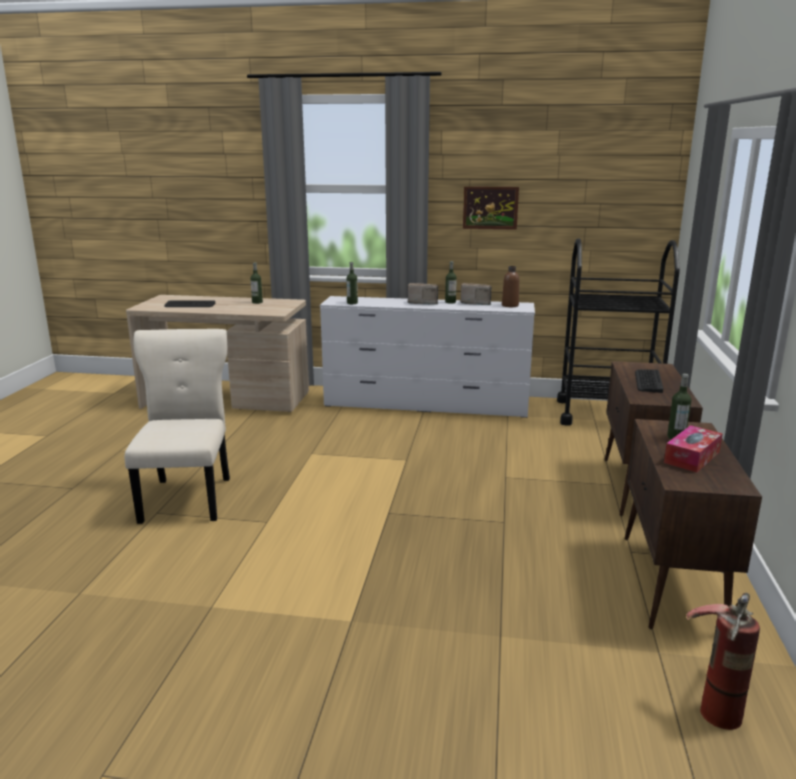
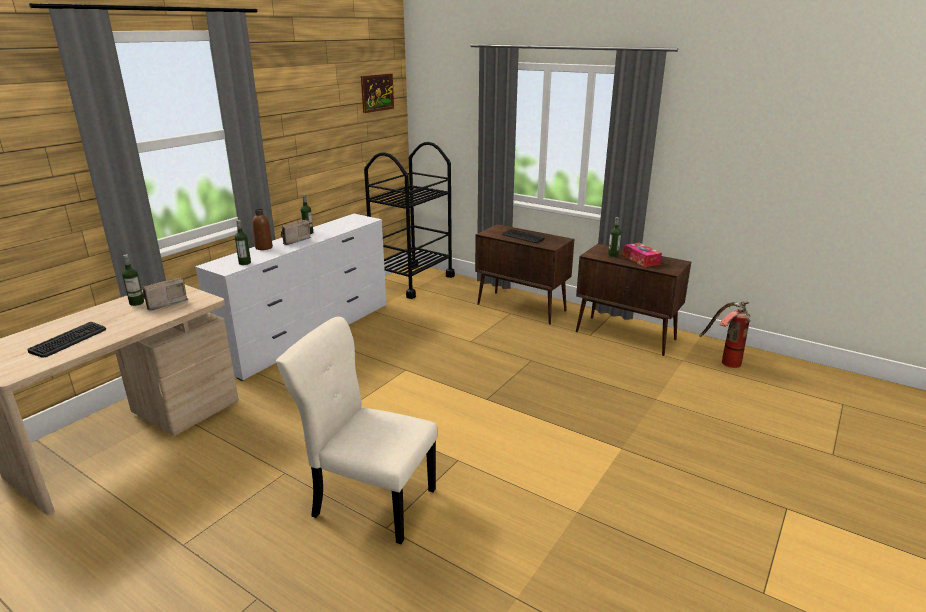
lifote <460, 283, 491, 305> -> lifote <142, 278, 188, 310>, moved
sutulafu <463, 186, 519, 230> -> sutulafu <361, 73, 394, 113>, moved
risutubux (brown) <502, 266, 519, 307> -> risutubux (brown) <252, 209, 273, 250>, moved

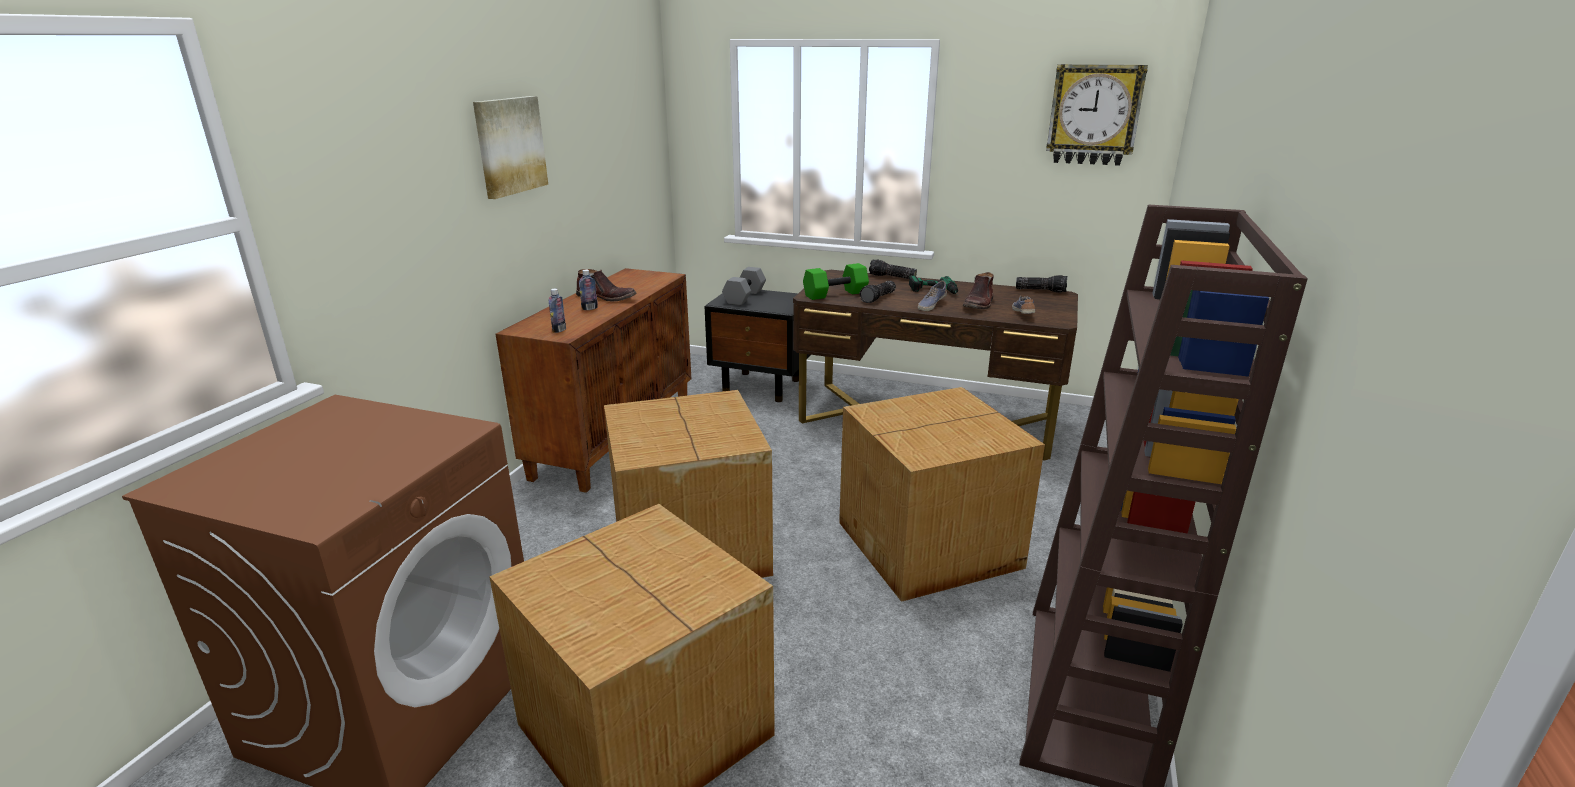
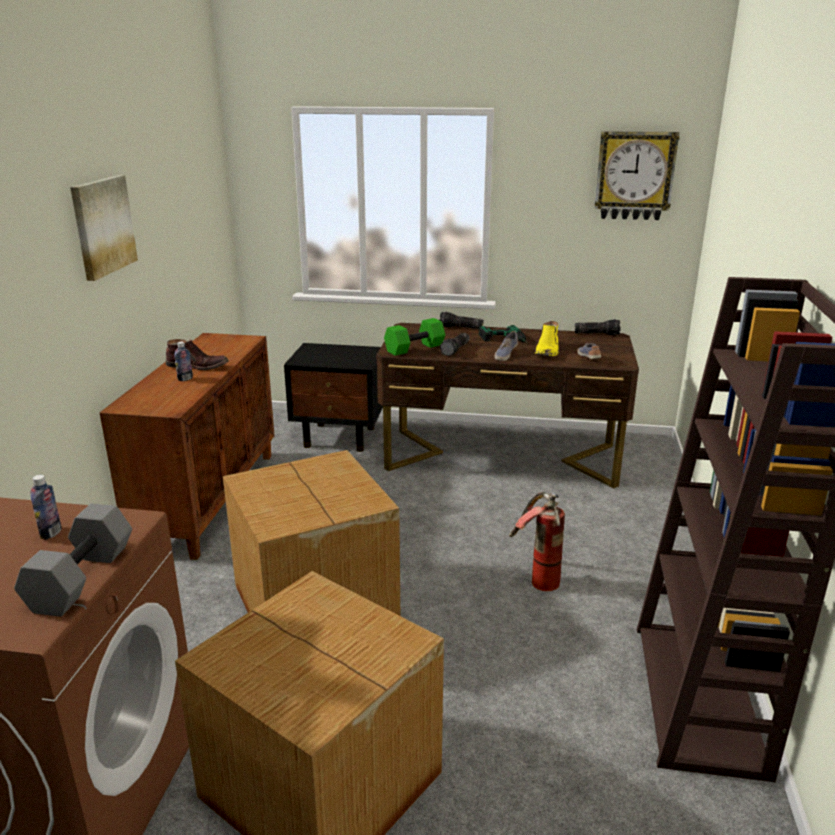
risutubux <549, 289, 566, 333> -> risutubux <30, 475, 62, 540>, moved
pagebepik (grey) <722, 267, 766, 305> -> pagebepik (grey) <14, 503, 132, 617>, moved
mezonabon <839, 387, 1045, 602> -> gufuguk <509, 492, 565, 591>
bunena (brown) <963, 272, 994, 309> -> bunena (yellow) <535, 321, 558, 356>

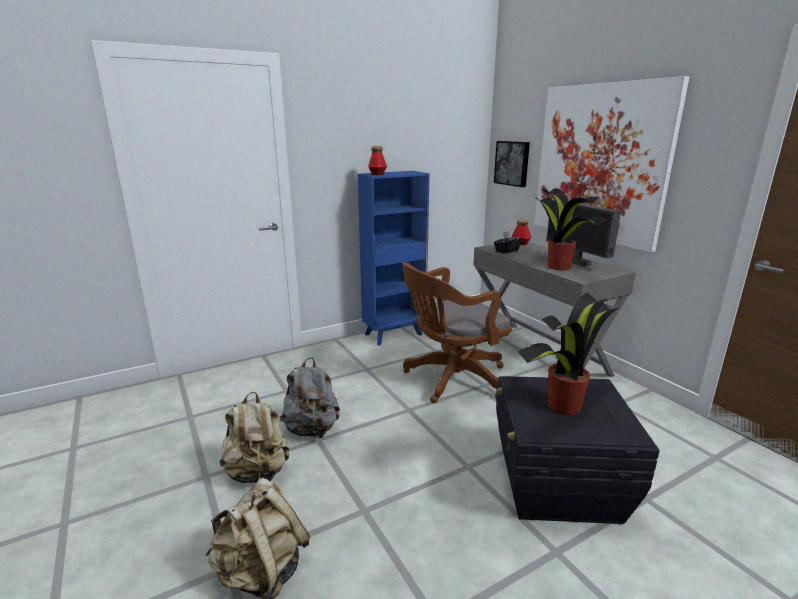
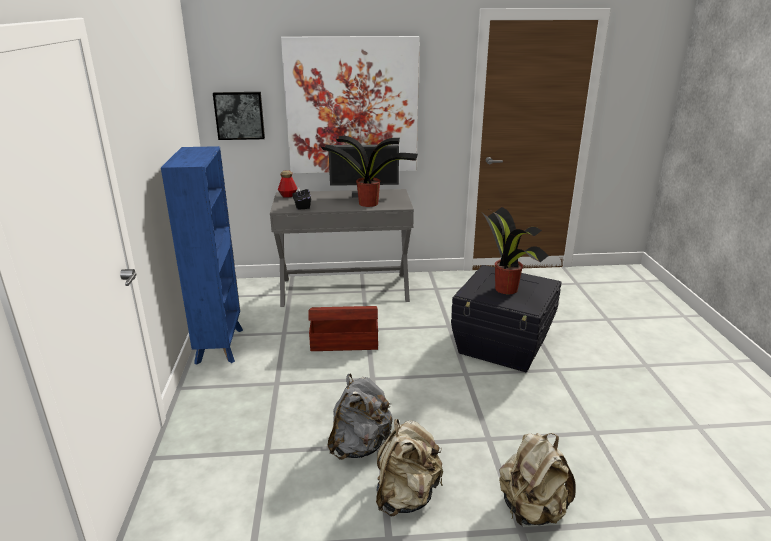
risutubux <368, 146, 387, 175> -> none
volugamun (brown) <402, 262, 512, 403> -> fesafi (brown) <308, 306, 378, 351>

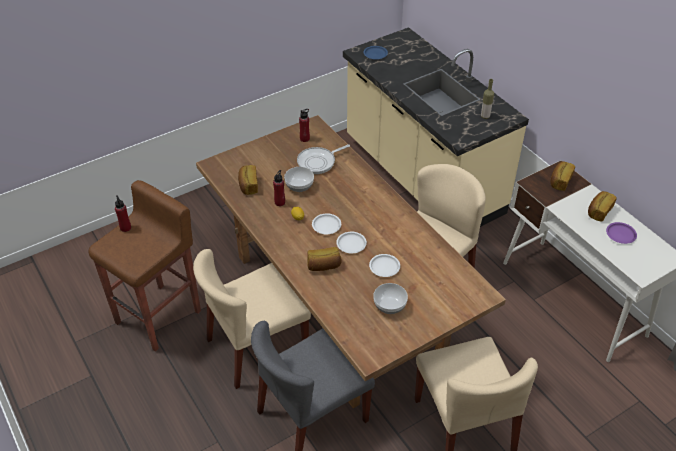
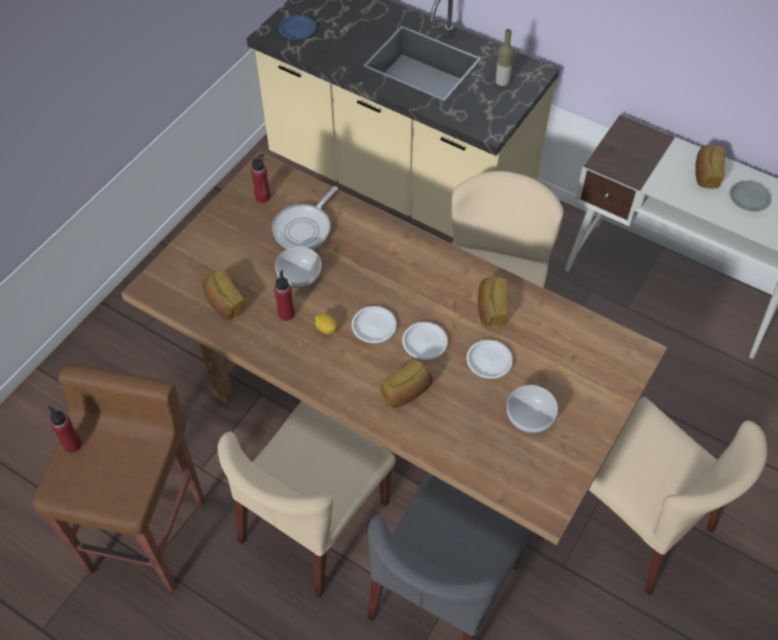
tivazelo <550, 162, 575, 191> -> tivazelo <478, 277, 508, 326>, moved
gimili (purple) <606, 222, 637, 244> -> gimili (grey) <729, 181, 771, 212>

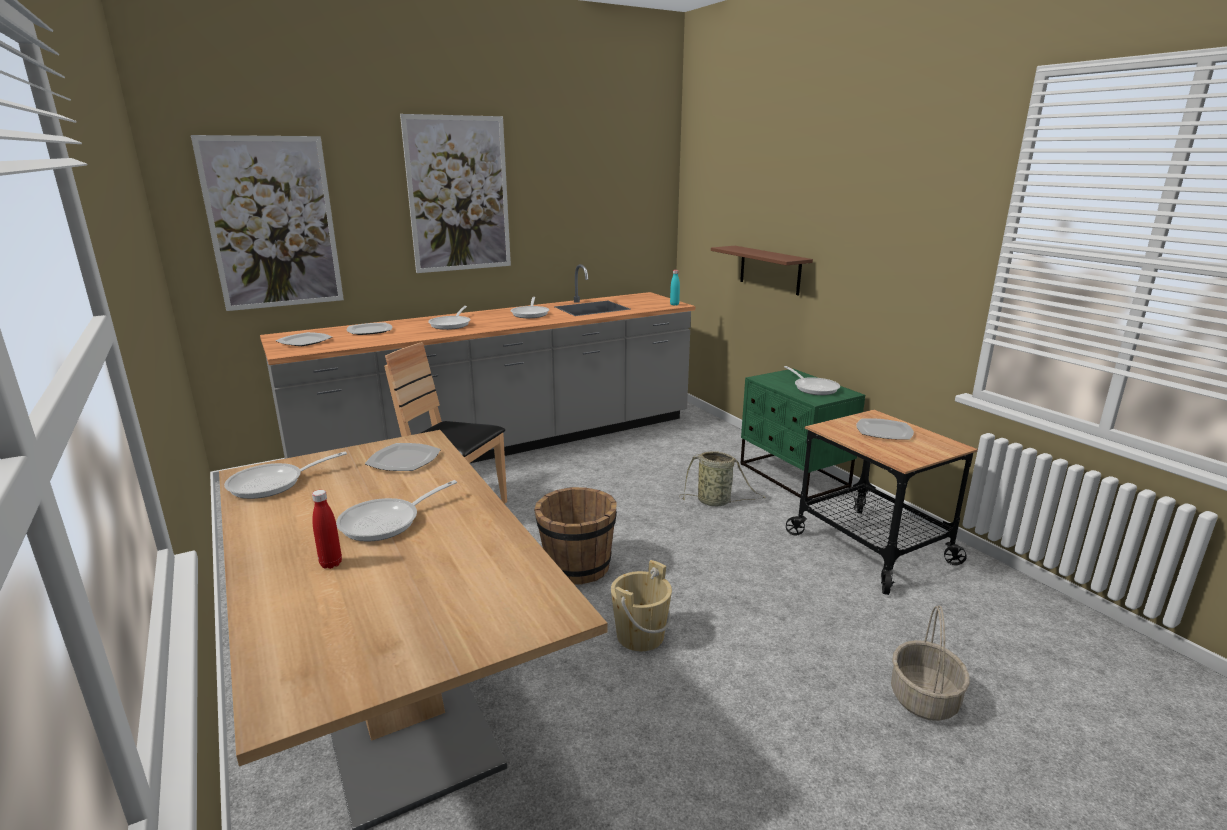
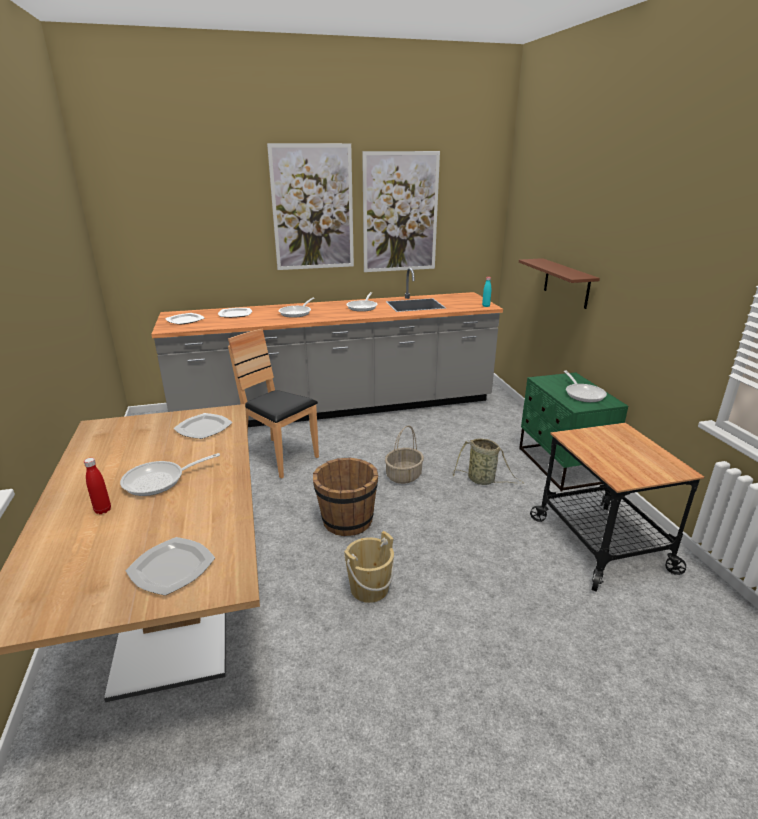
sutulafu <191, 135, 344, 311> -> sutulafu <362, 151, 440, 272>, moved
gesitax <224, 452, 347, 499> -> none
gimili <856, 418, 914, 440> -> gimili <125, 537, 215, 596>, moved
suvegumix <891, 605, 970, 721> -> suvegumix <385, 425, 424, 484>, moved

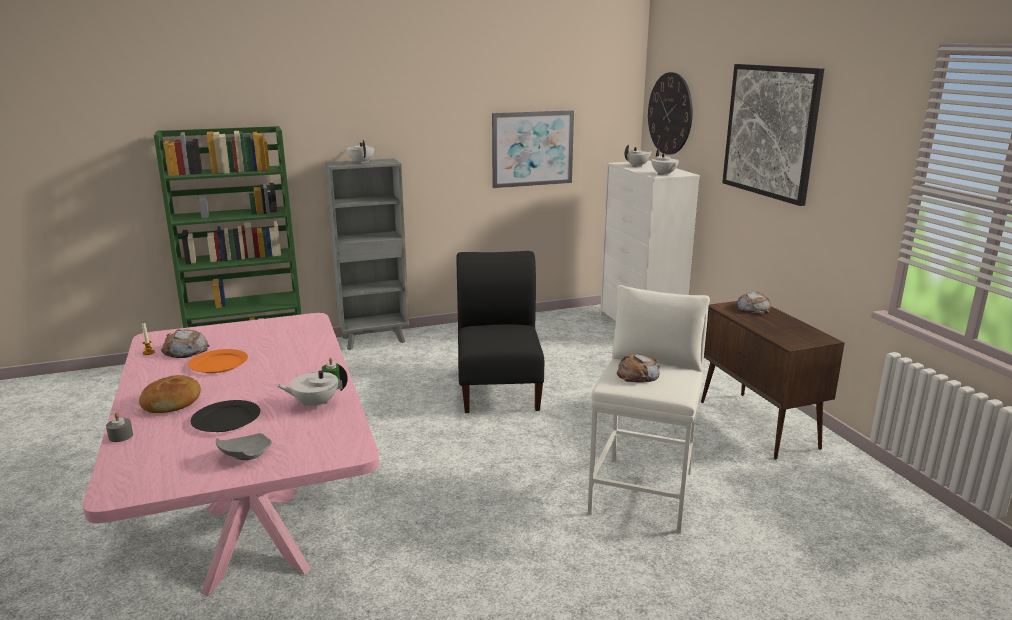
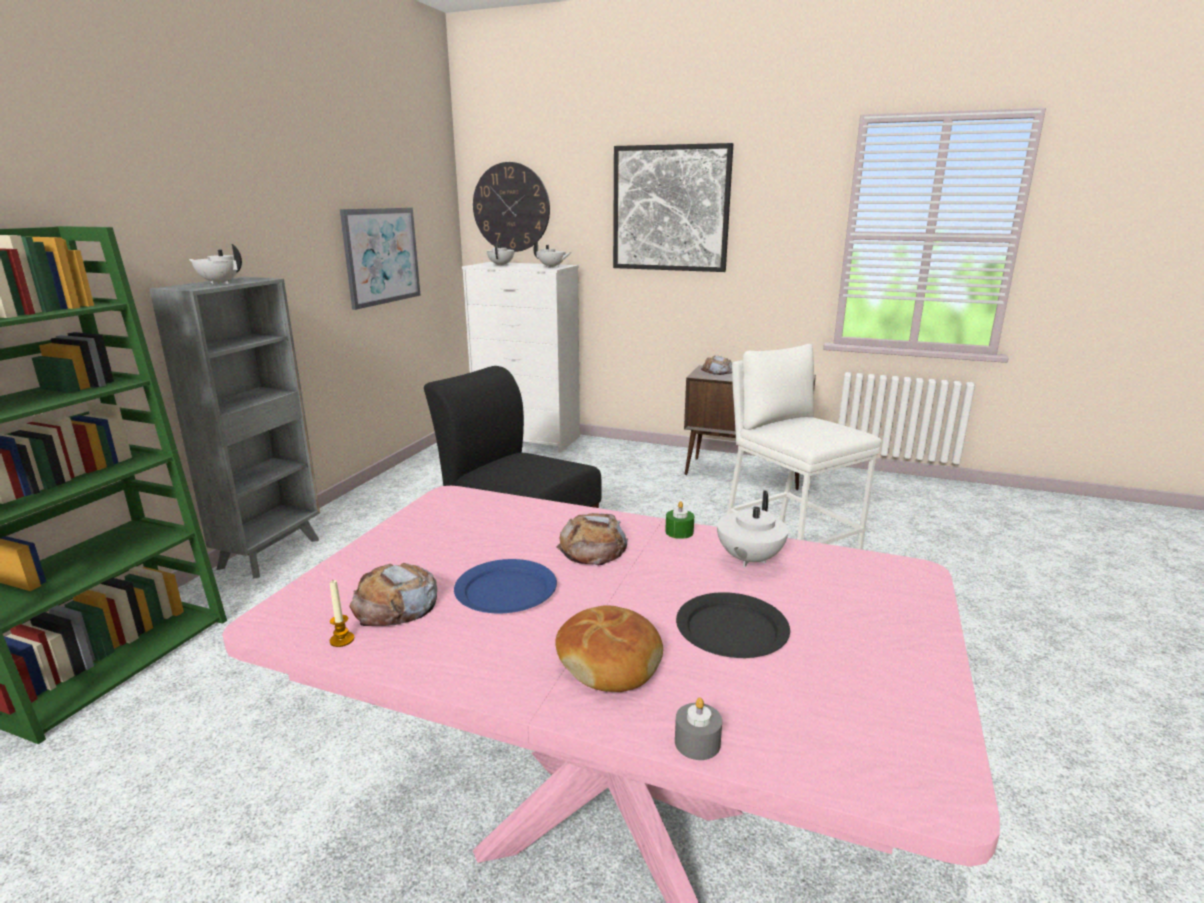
gimili (orange) <188, 349, 248, 373> -> gimili (blue) <454, 559, 557, 613>
gimili (grey) <216, 433, 272, 460> -> none
tivazelo <617, 354, 660, 383> -> tivazelo <556, 513, 628, 566>, moved

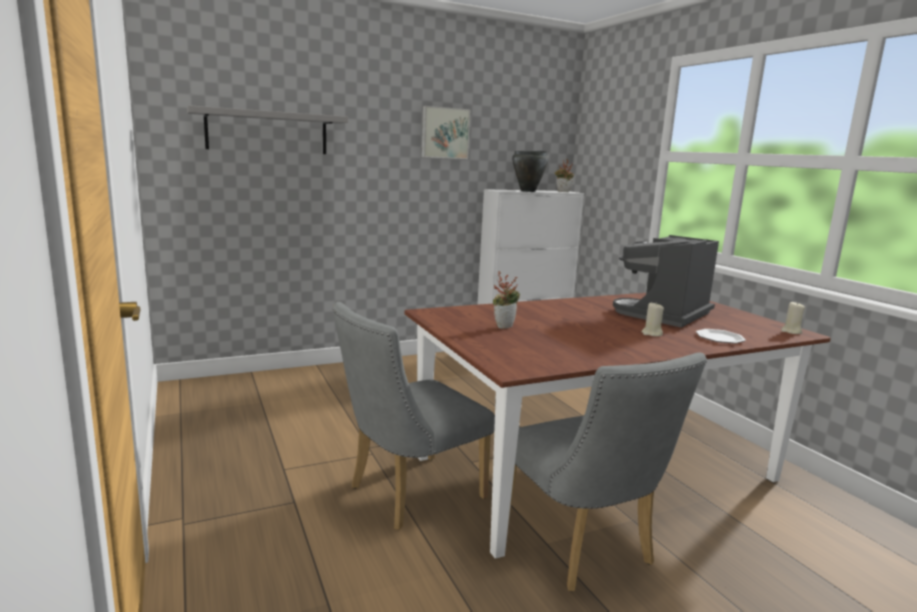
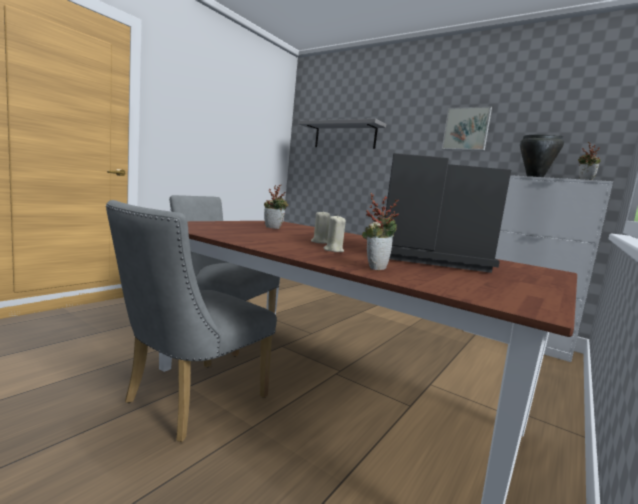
gimili <696, 329, 746, 344> -> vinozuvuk <362, 193, 399, 270>
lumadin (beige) <781, 302, 805, 334> -> lumadin (beige) <311, 210, 330, 244>, moved

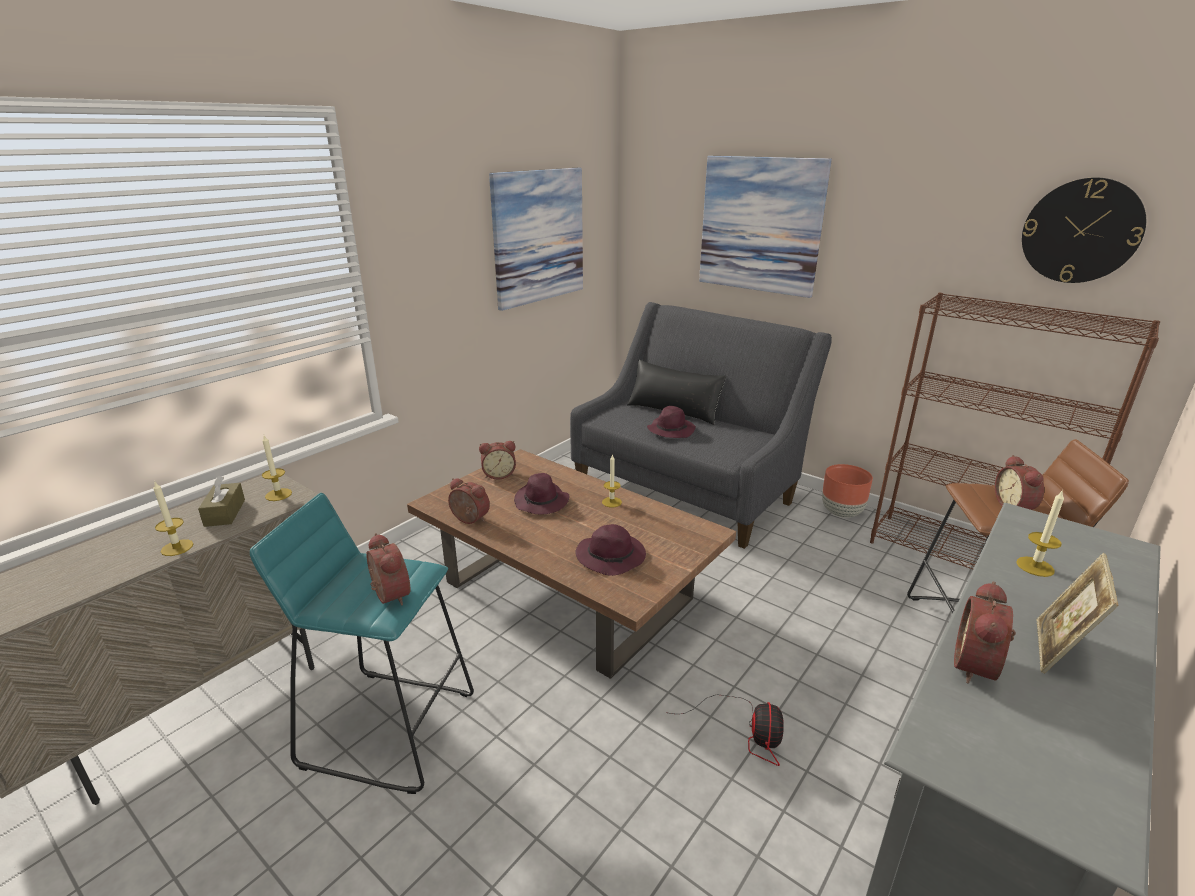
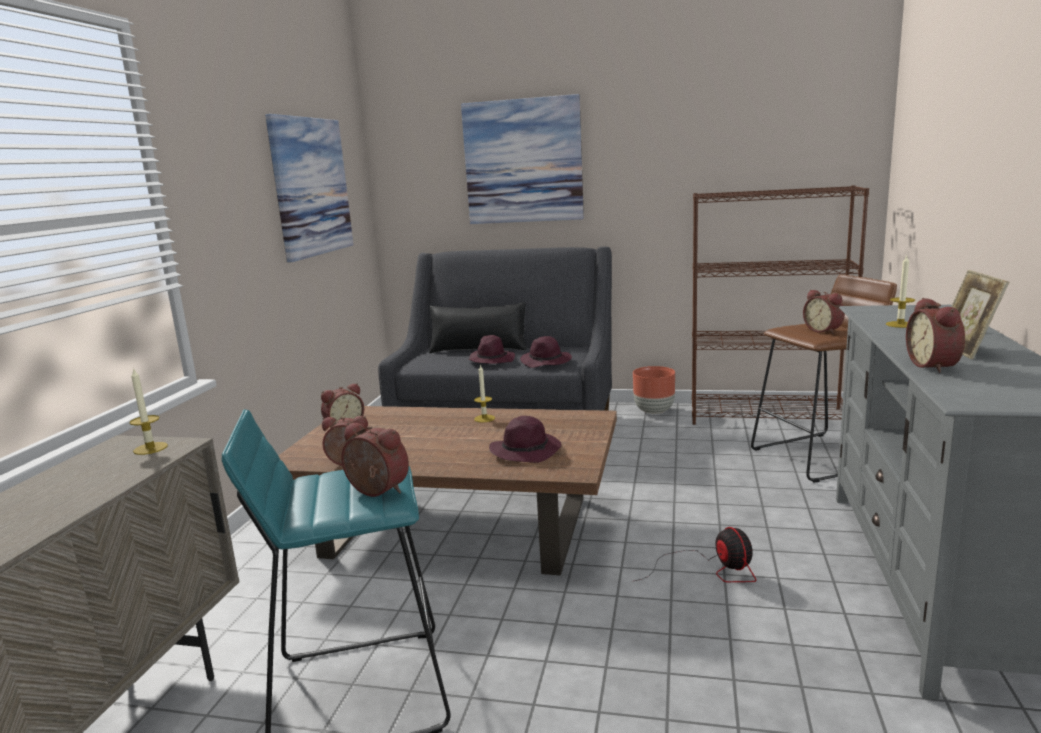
lumadin <153, 482, 193, 556> -> none
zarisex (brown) <198, 476, 245, 527> -> none
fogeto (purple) <514, 473, 570, 514> -> fogeto (purple) <520, 336, 572, 368>, moved
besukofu <1022, 178, 1146, 283> -> none

